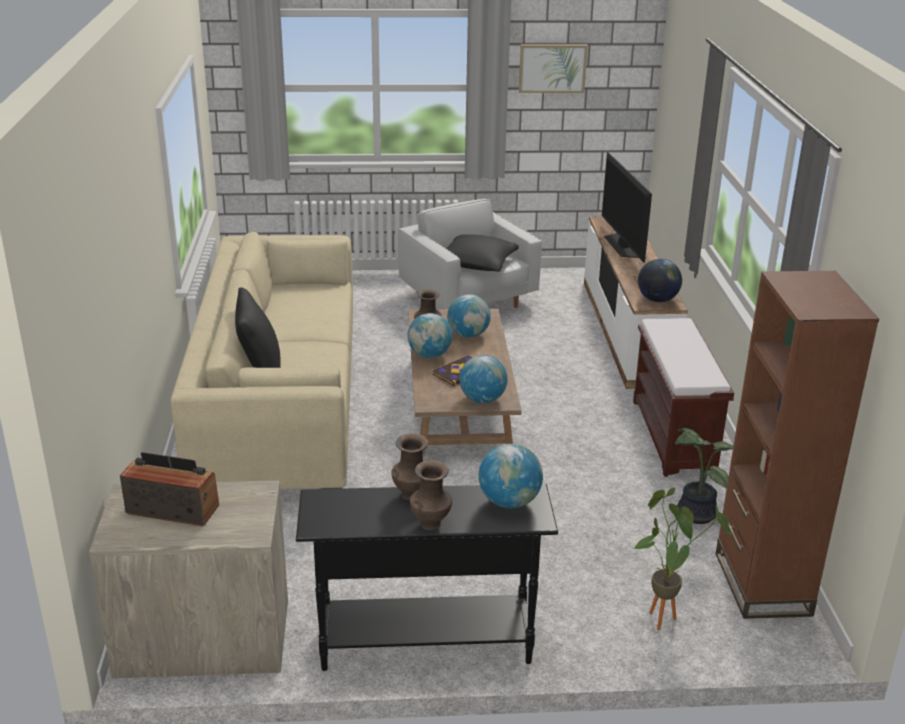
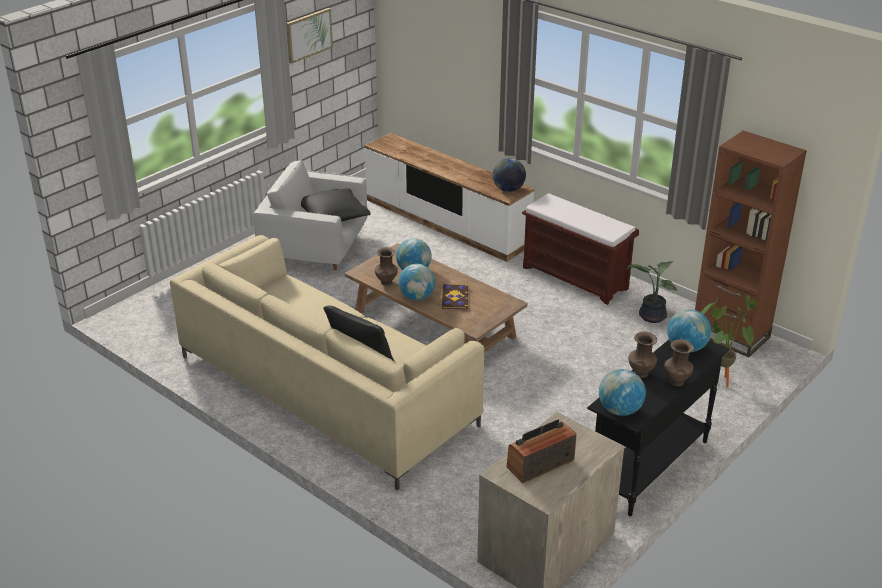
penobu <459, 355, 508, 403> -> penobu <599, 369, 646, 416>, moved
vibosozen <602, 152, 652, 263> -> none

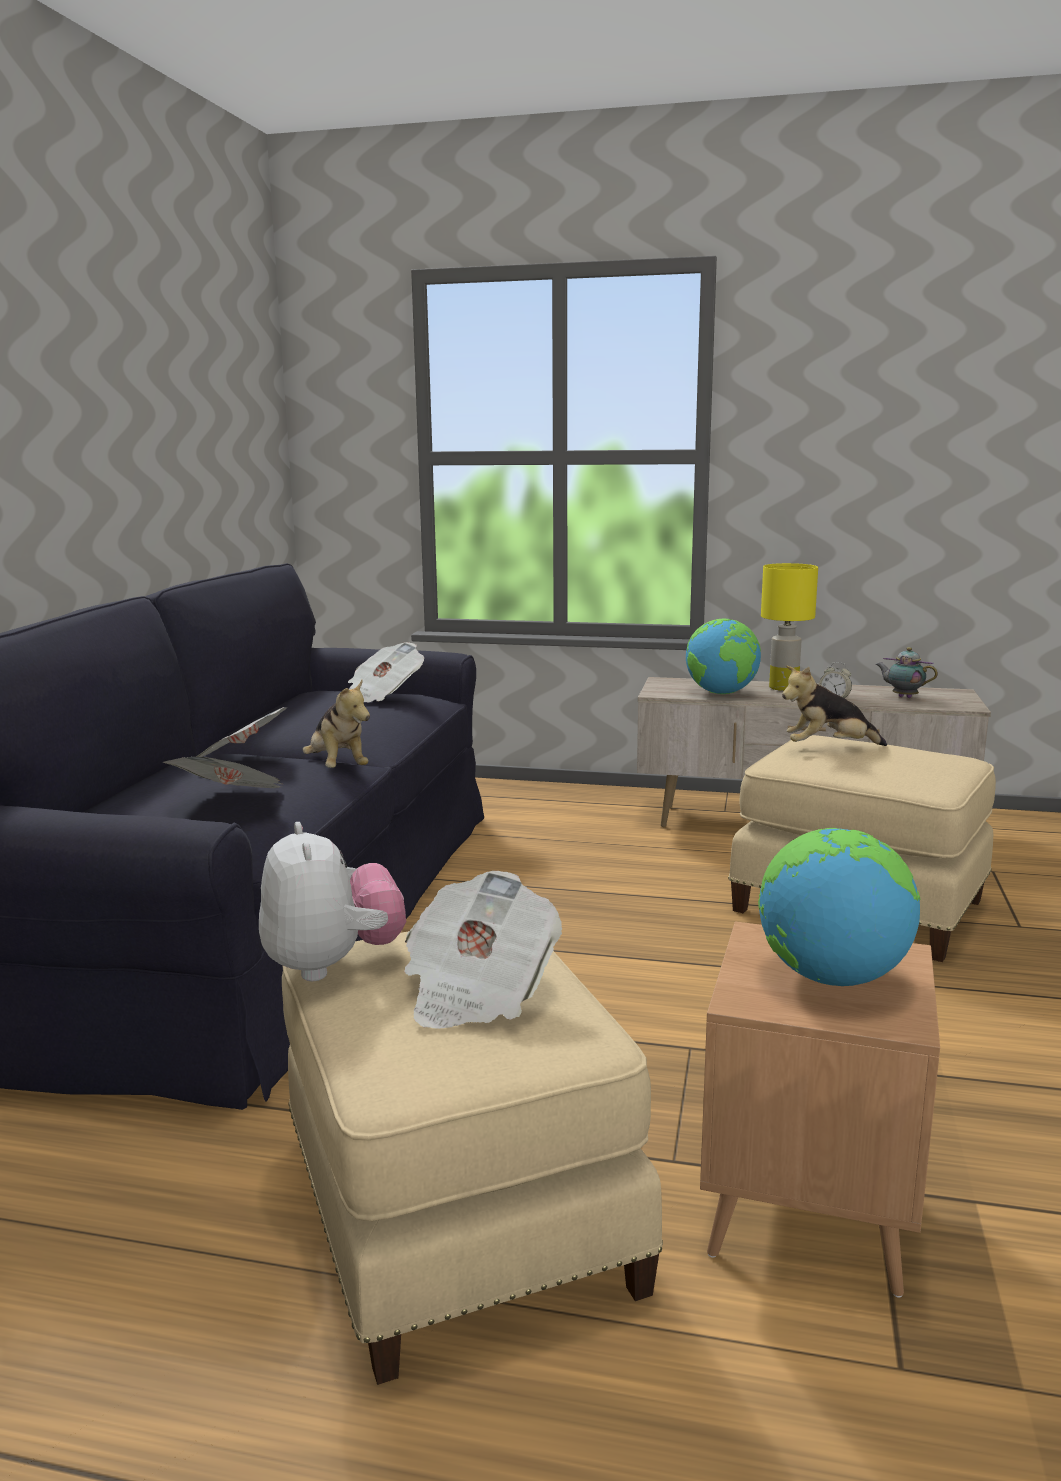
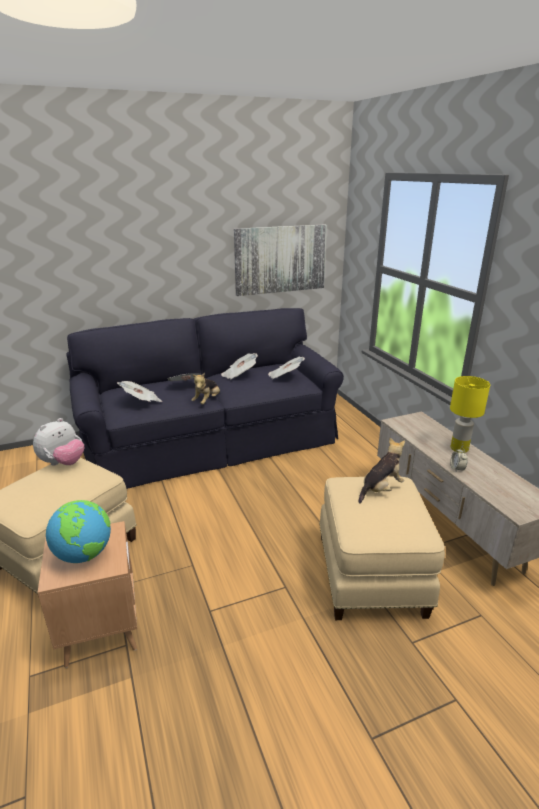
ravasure <404, 871, 562, 1029> -> ravasure <221, 353, 258, 379>, moved
penobu <686, 619, 761, 694> -> none
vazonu <782, 665, 887, 746> -> vazonu <359, 438, 405, 504>, 90 degrees clockwise
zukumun <876, 647, 938, 698> -> none
none -> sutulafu <234, 224, 327, 296>

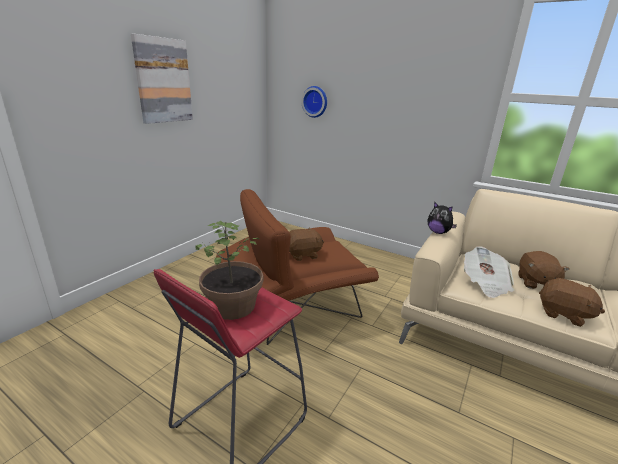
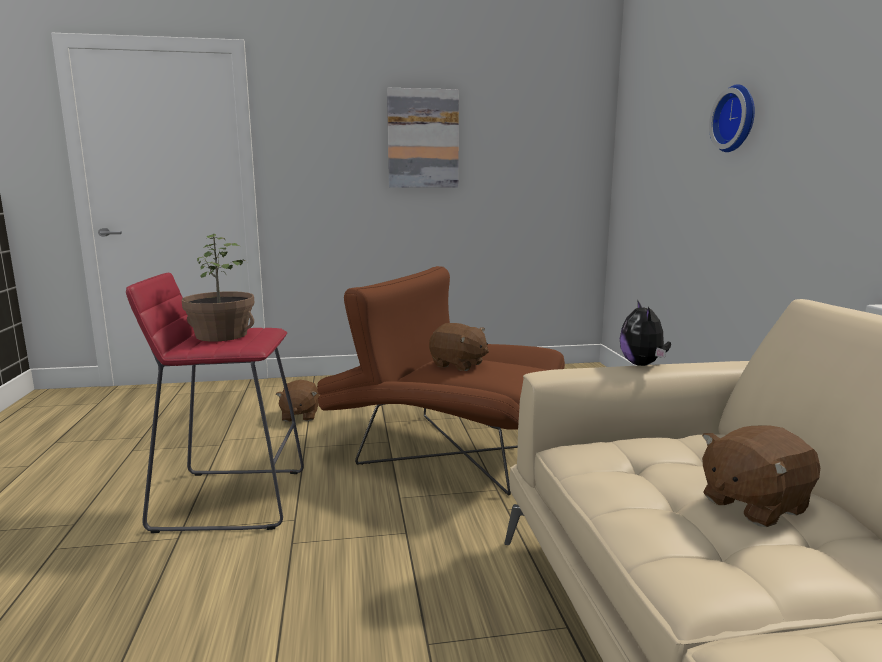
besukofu <301, 86, 327, 118> -> besukofu <709, 84, 755, 152>, moved
ravasure <464, 246, 514, 298> -> none
vazonu (brown) <539, 278, 605, 327> -> vazonu (brown) <276, 380, 319, 422>, moved

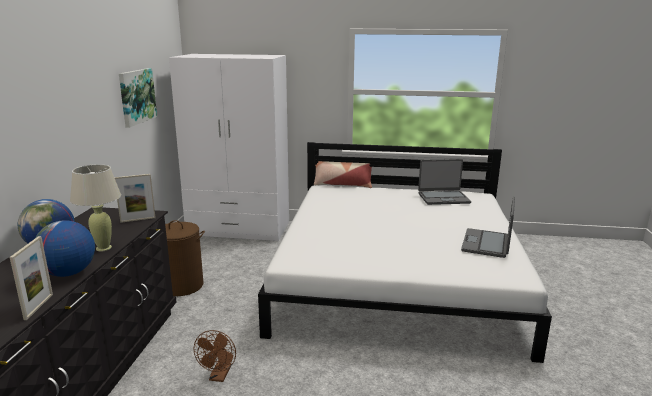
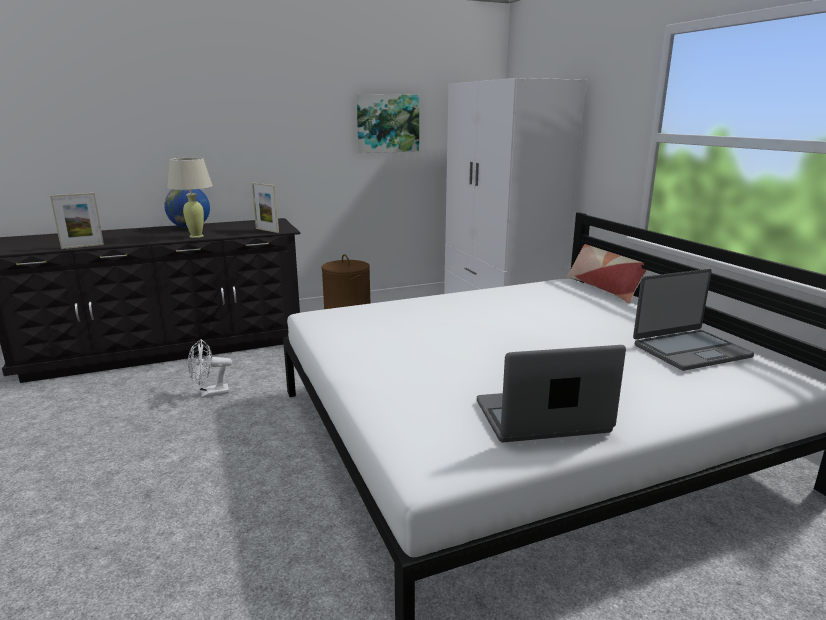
penobu <35, 220, 95, 277> -> none
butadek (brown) <193, 330, 236, 382> -> butadek (white) <188, 339, 232, 398>
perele <418, 159, 471, 205> -> perele <633, 269, 754, 371>, 75 degrees counterclockwise

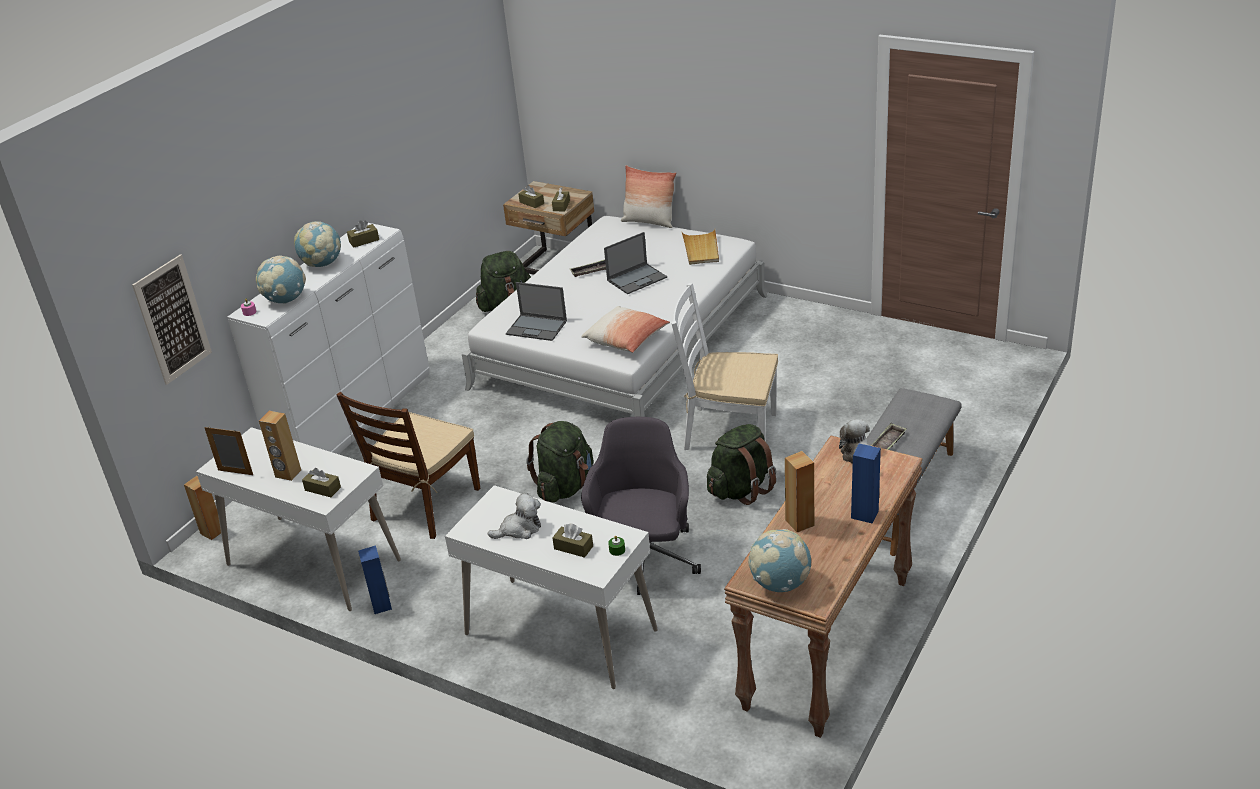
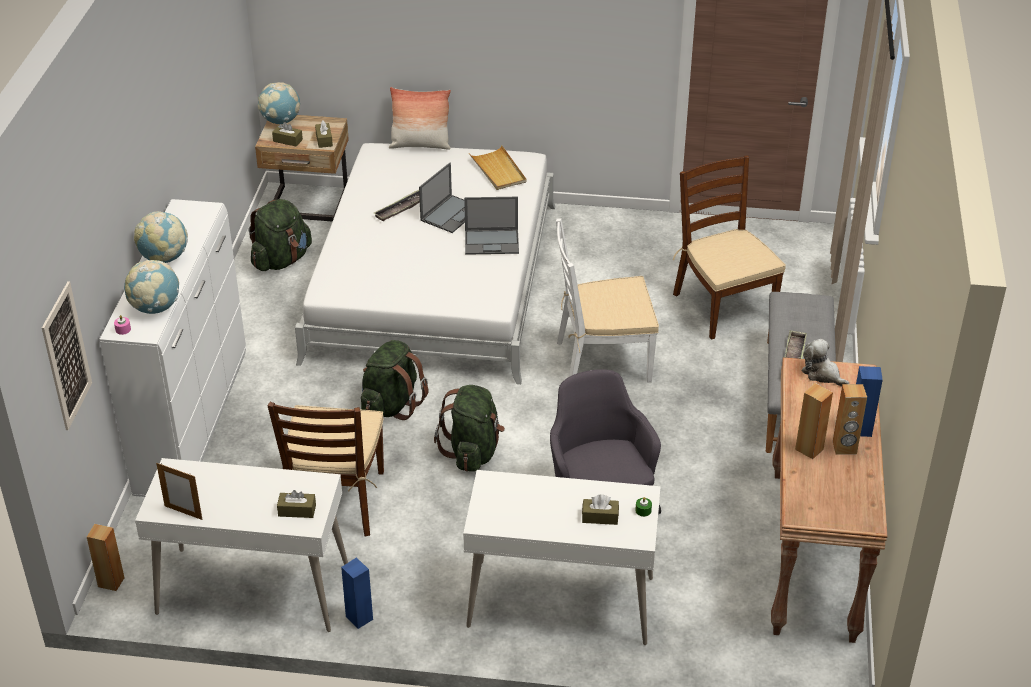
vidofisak <204, 427, 253, 475> -> vidofisak <156, 463, 203, 520>, 150 degrees counterclockwise
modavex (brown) <259, 411, 301, 481> -> modavex (brown) <833, 384, 867, 455>, moved
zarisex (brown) <347, 220, 379, 248> -> none
vazonu <487, 493, 541, 539> -> none
perele <506, 282, 567, 341> -> perele <464, 197, 519, 255>, moved
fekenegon <581, 306, 670, 353> -> none
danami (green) <707, 424, 776, 505> -> danami (green) <361, 340, 428, 420>, moved
penobu <748, 529, 811, 592> -> penobu <258, 82, 300, 125>, moved
none -> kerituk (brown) <673, 156, 786, 340>

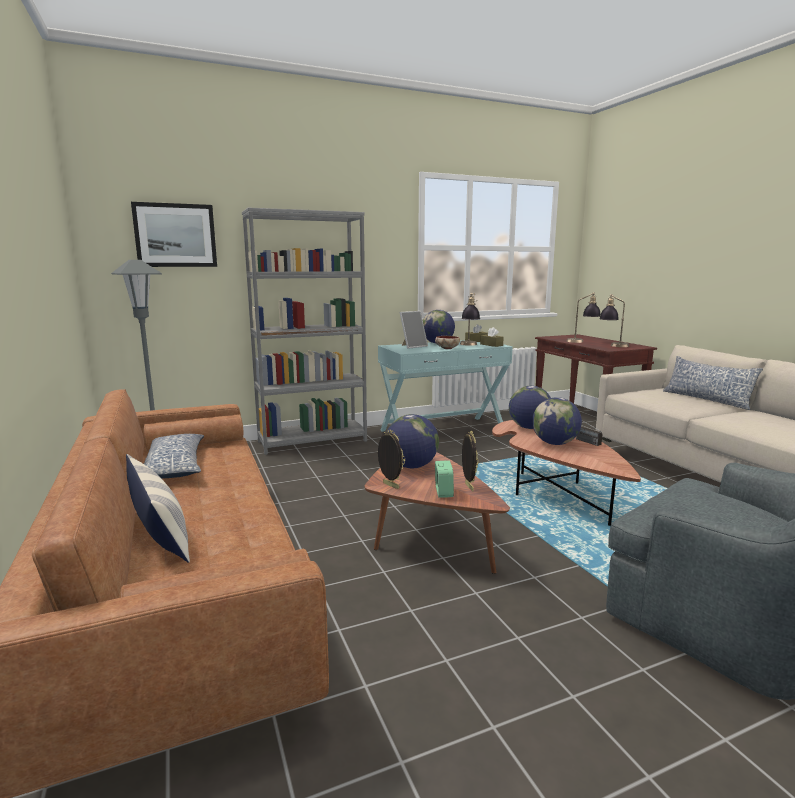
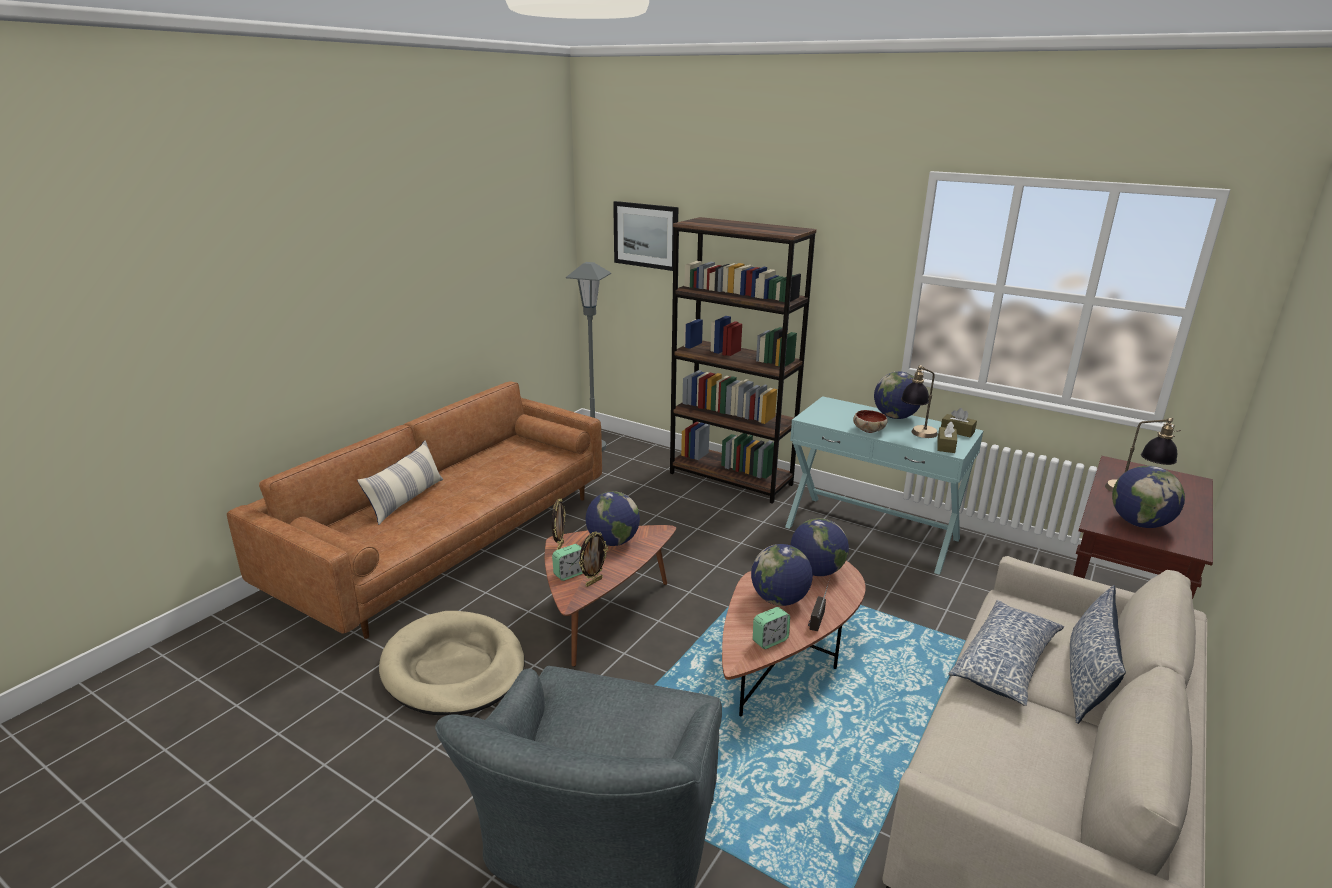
fekenegon <144, 434, 204, 479> -> fekenegon <949, 600, 1064, 706>, moved
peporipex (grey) <242, 207, 367, 455> -> peporipex (brown) <670, 217, 817, 504>
vidofisak <400, 311, 428, 349> -> none
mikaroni <599, 294, 629, 347> -> penobu <1112, 466, 1185, 528>
none -> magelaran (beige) <379, 611, 524, 715>
none -> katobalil <753, 607, 790, 649>

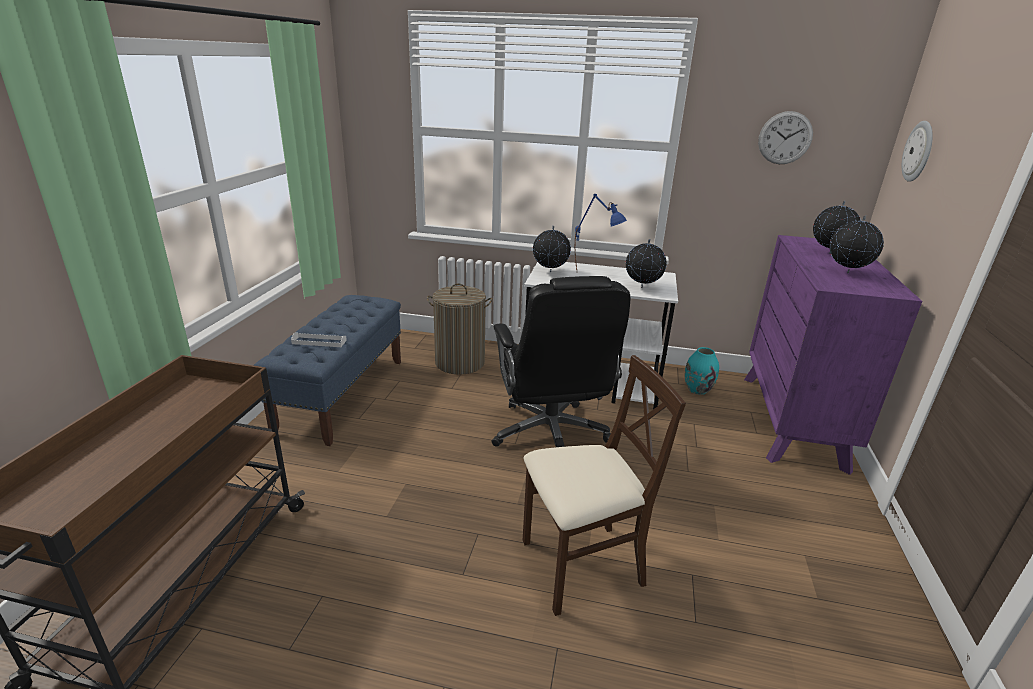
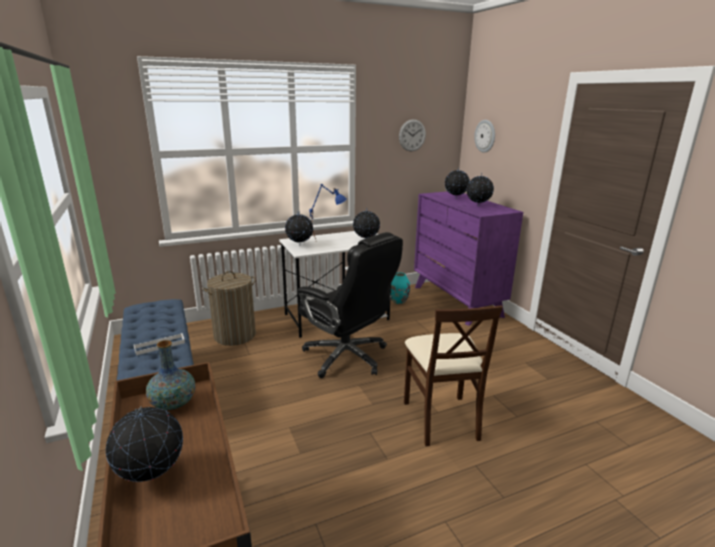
kerituk (beige) <522, 355, 686, 616> -> kerituk (beige) <404, 305, 503, 446>, 135 degrees clockwise
none -> penobu <106, 406, 183, 482>
none -> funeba <146, 340, 195, 410>

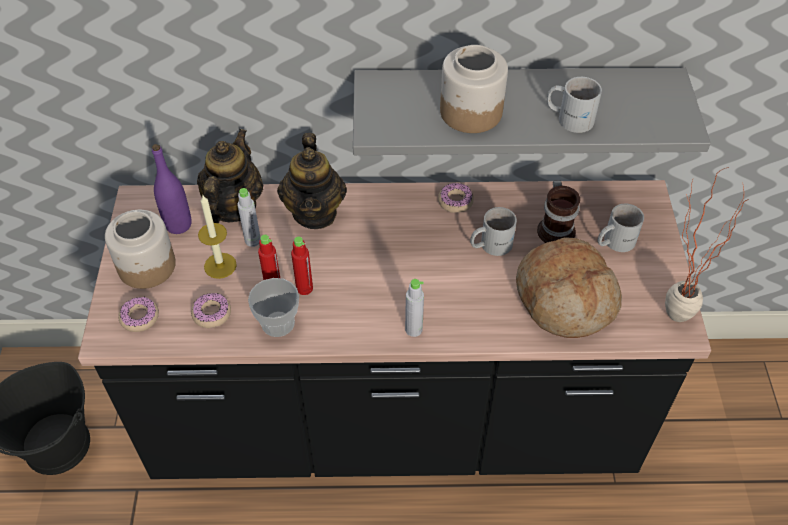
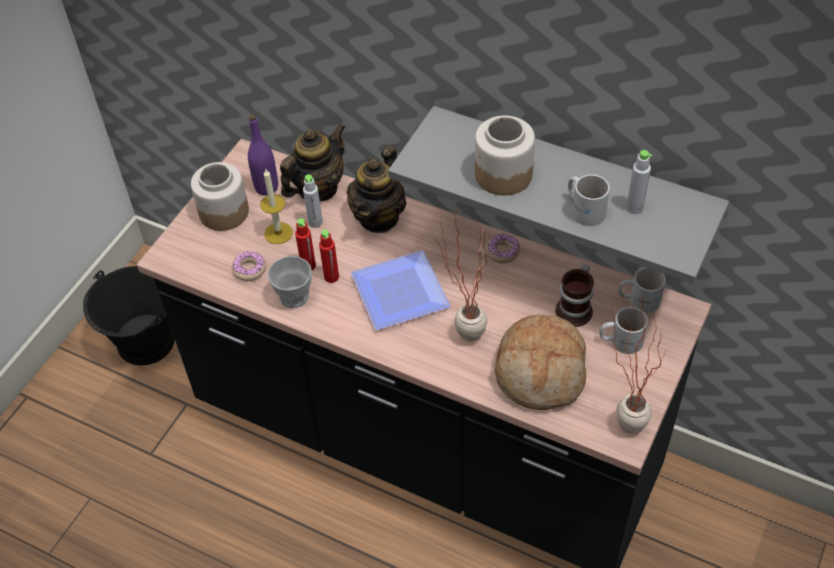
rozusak <118, 297, 159, 332> -> none
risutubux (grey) <405, 279, 424, 337> -> risutubux (grey) <626, 150, 652, 214>, moved
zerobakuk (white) <470, 207, 517, 256> -> zerobakuk (white) <618, 267, 666, 313>, moved
none -> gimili <351, 250, 450, 330>
none -> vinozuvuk <435, 208, 487, 342>

